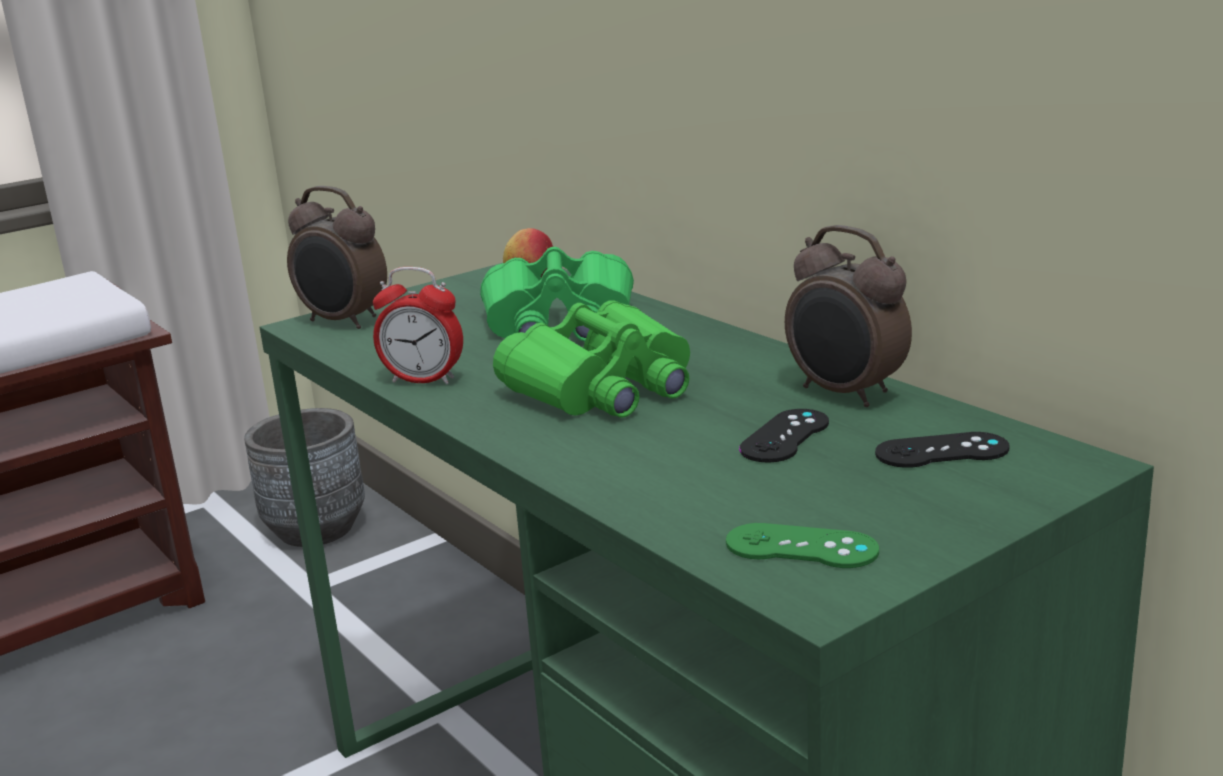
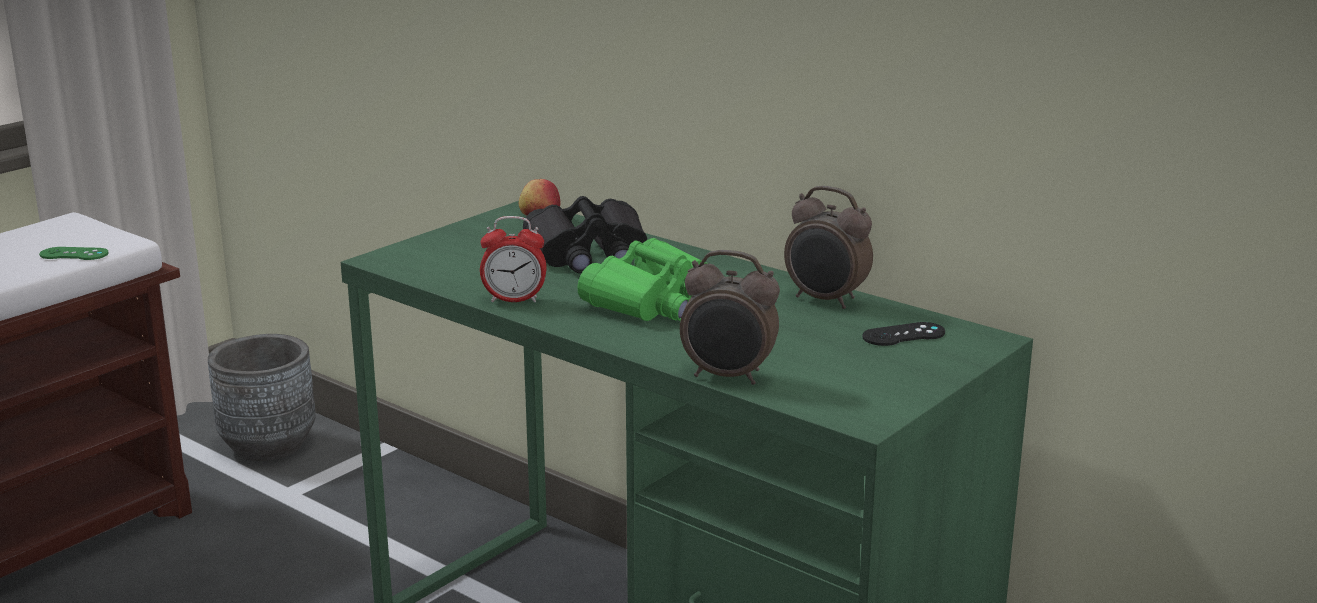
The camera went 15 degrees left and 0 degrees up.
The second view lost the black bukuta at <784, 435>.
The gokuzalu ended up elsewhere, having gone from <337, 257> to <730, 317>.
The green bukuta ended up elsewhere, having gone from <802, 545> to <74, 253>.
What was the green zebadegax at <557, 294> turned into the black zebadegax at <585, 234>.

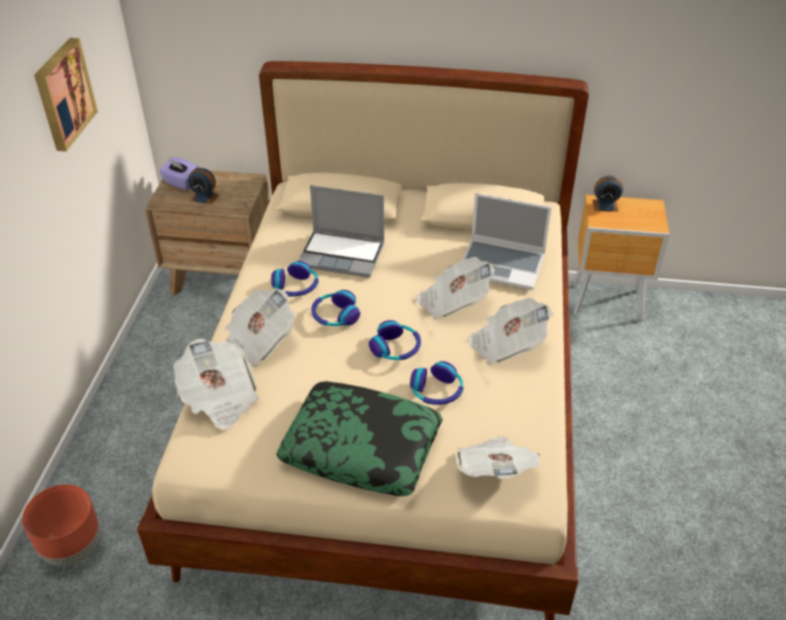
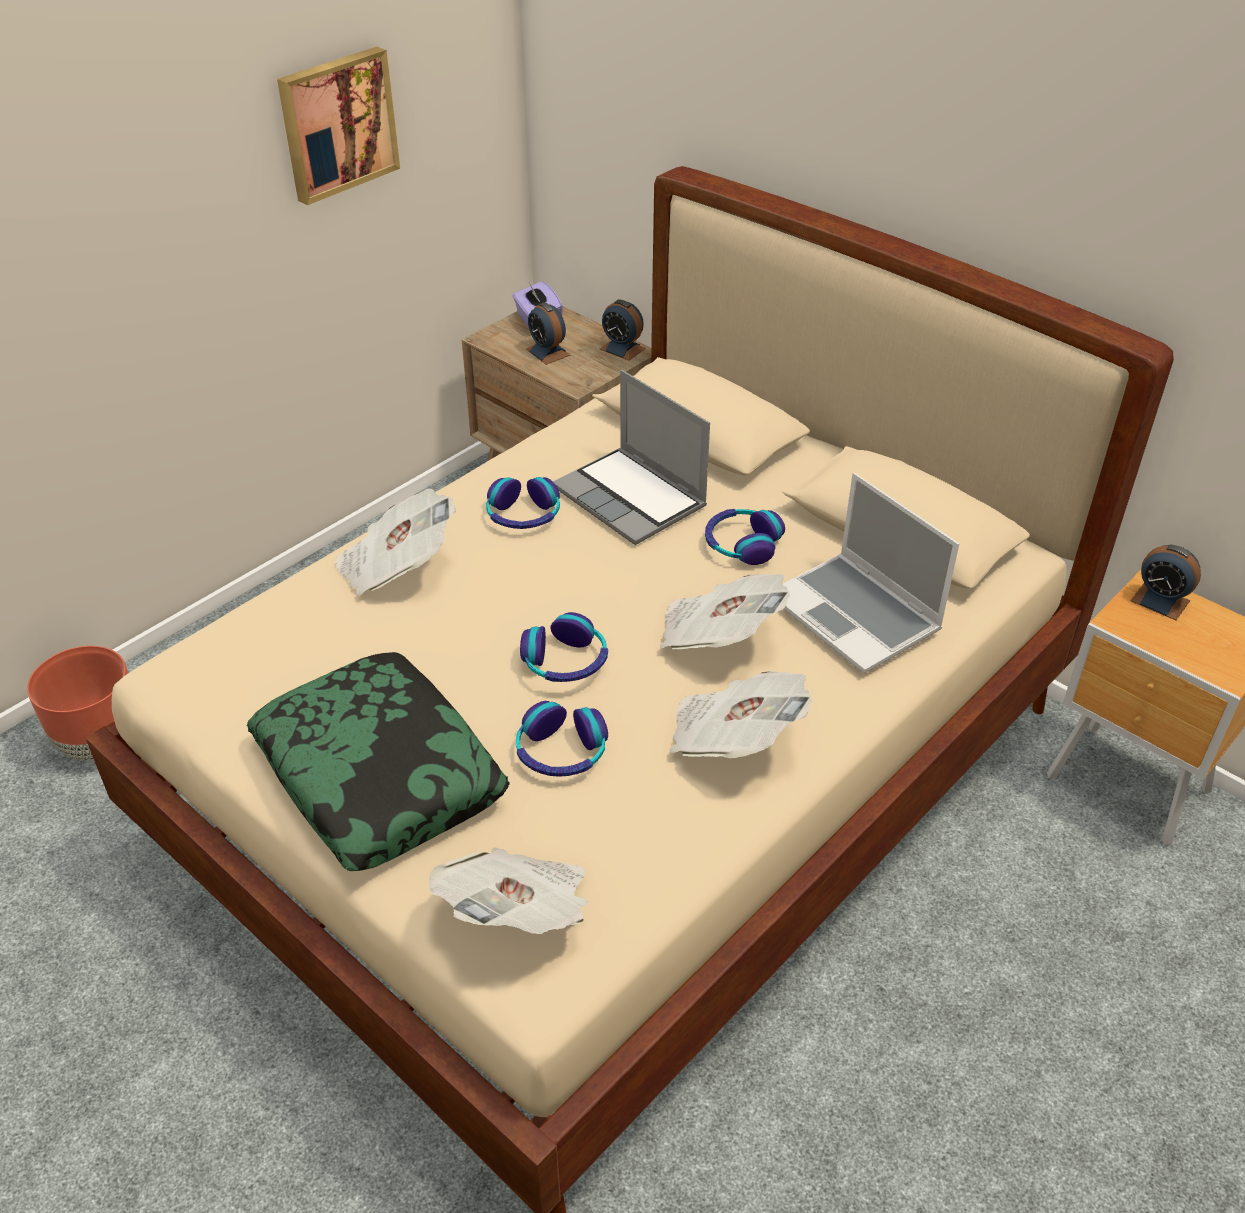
The camera went 35 degrees right and 0 degrees up.
The second view lost the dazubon at <216, 384>.
The second view gained the gokuzalu at <622, 330>.
The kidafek ended up elsewhere, having gone from <335, 308> to <745, 537>.

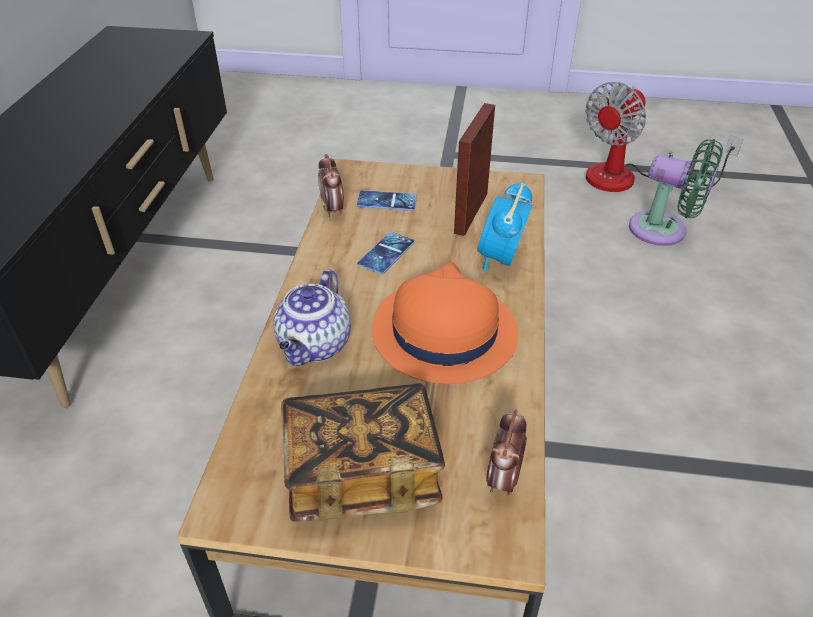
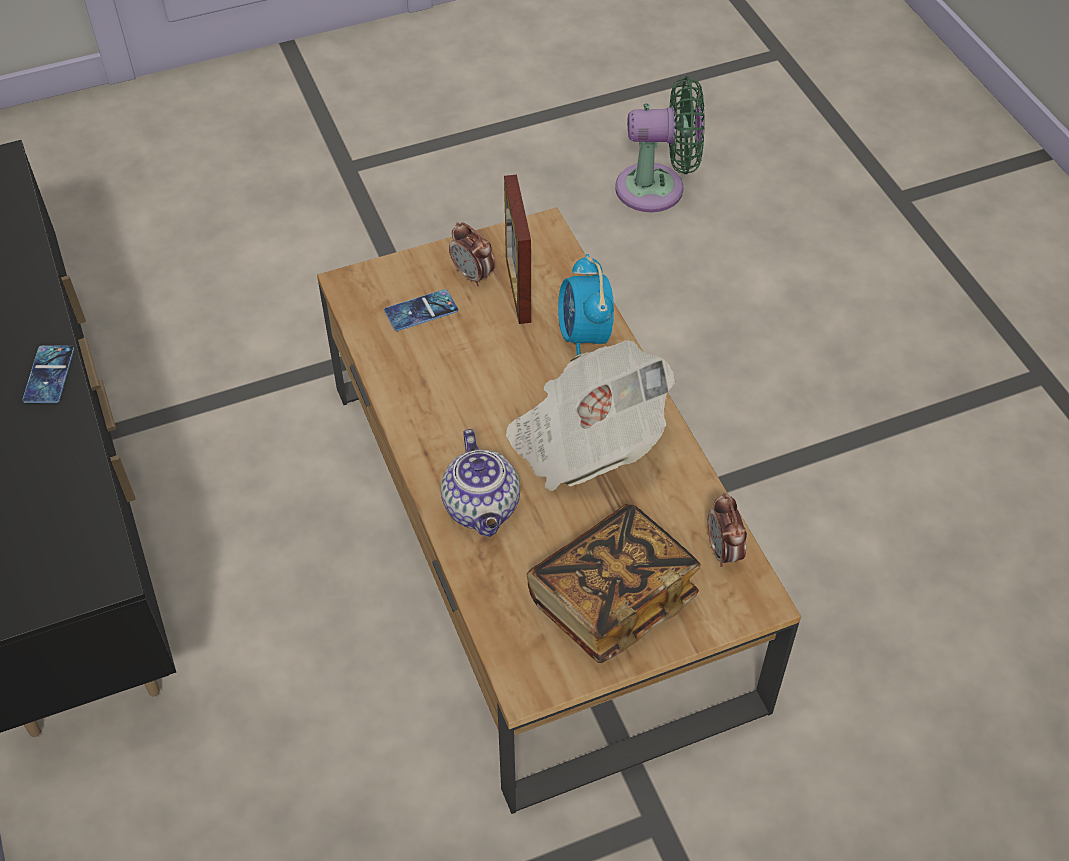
The camera went 30 degrees left and 10 degrees up.
The second view lost the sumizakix at <664, 137>.
The gokuzalu ended up elsewhere, having gone from <331, 186> to <472, 254>.
The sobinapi ended up elsewhere, having gone from <386, 253> to <48, 374>.
Where the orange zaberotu stood at <445, 323>, the dazubon came to stand at <591, 415>.

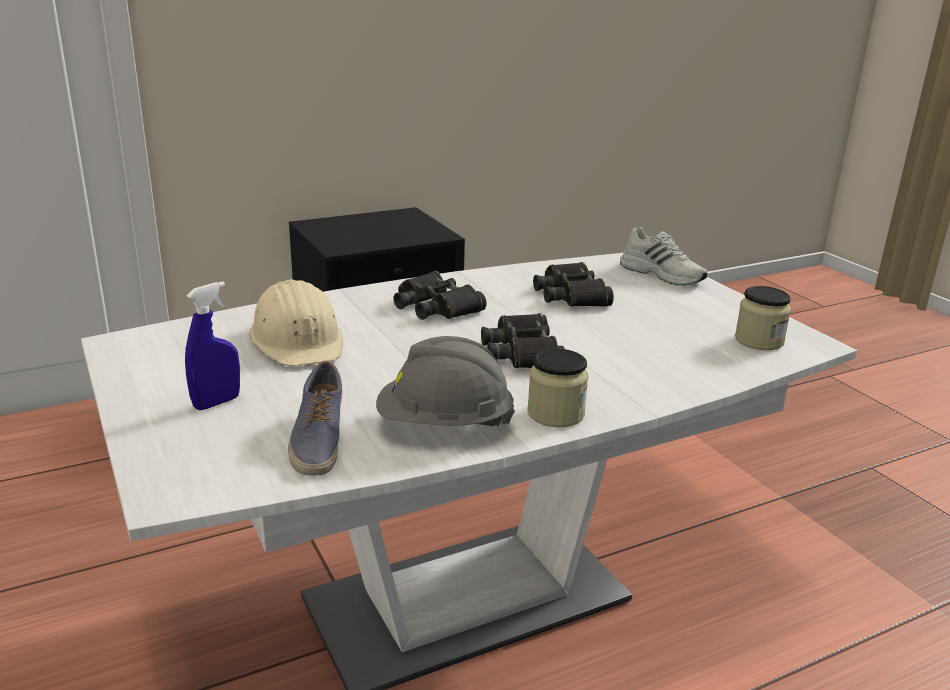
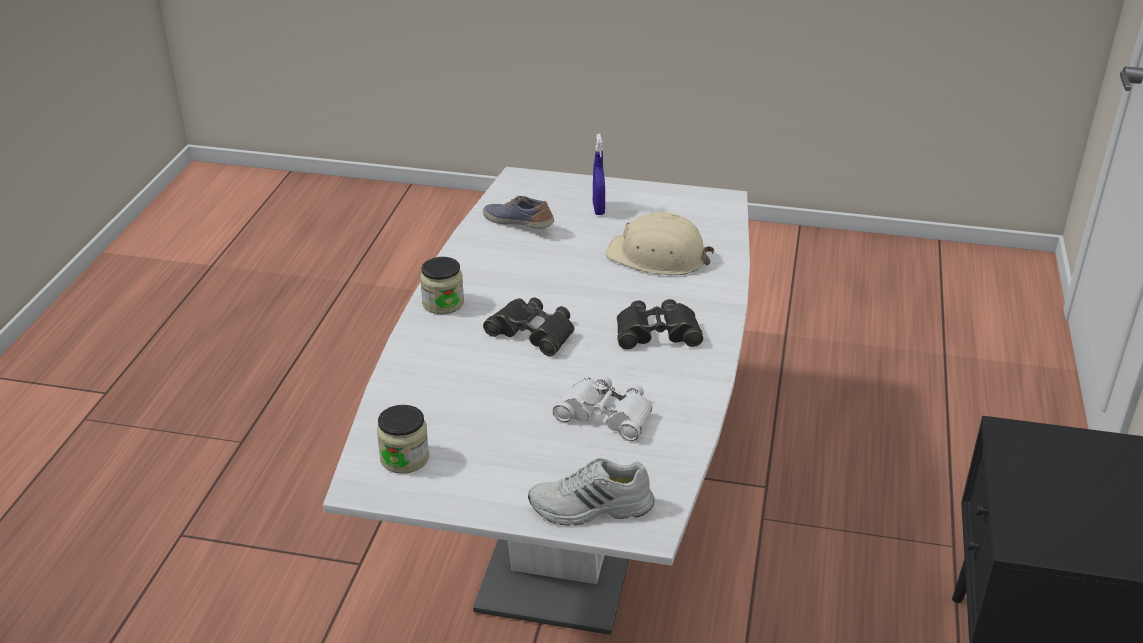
The camera went 130 degrees right and 10 degrees up.
The second view lost the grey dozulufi at <445, 381>.
What was the black zebadegax at <573, 284> turned into the white zebadegax at <603, 408>.

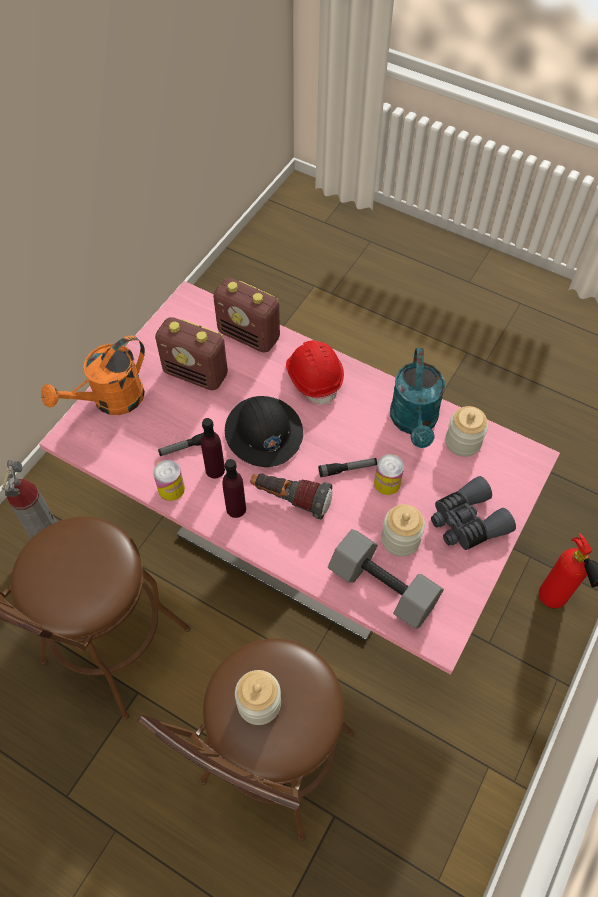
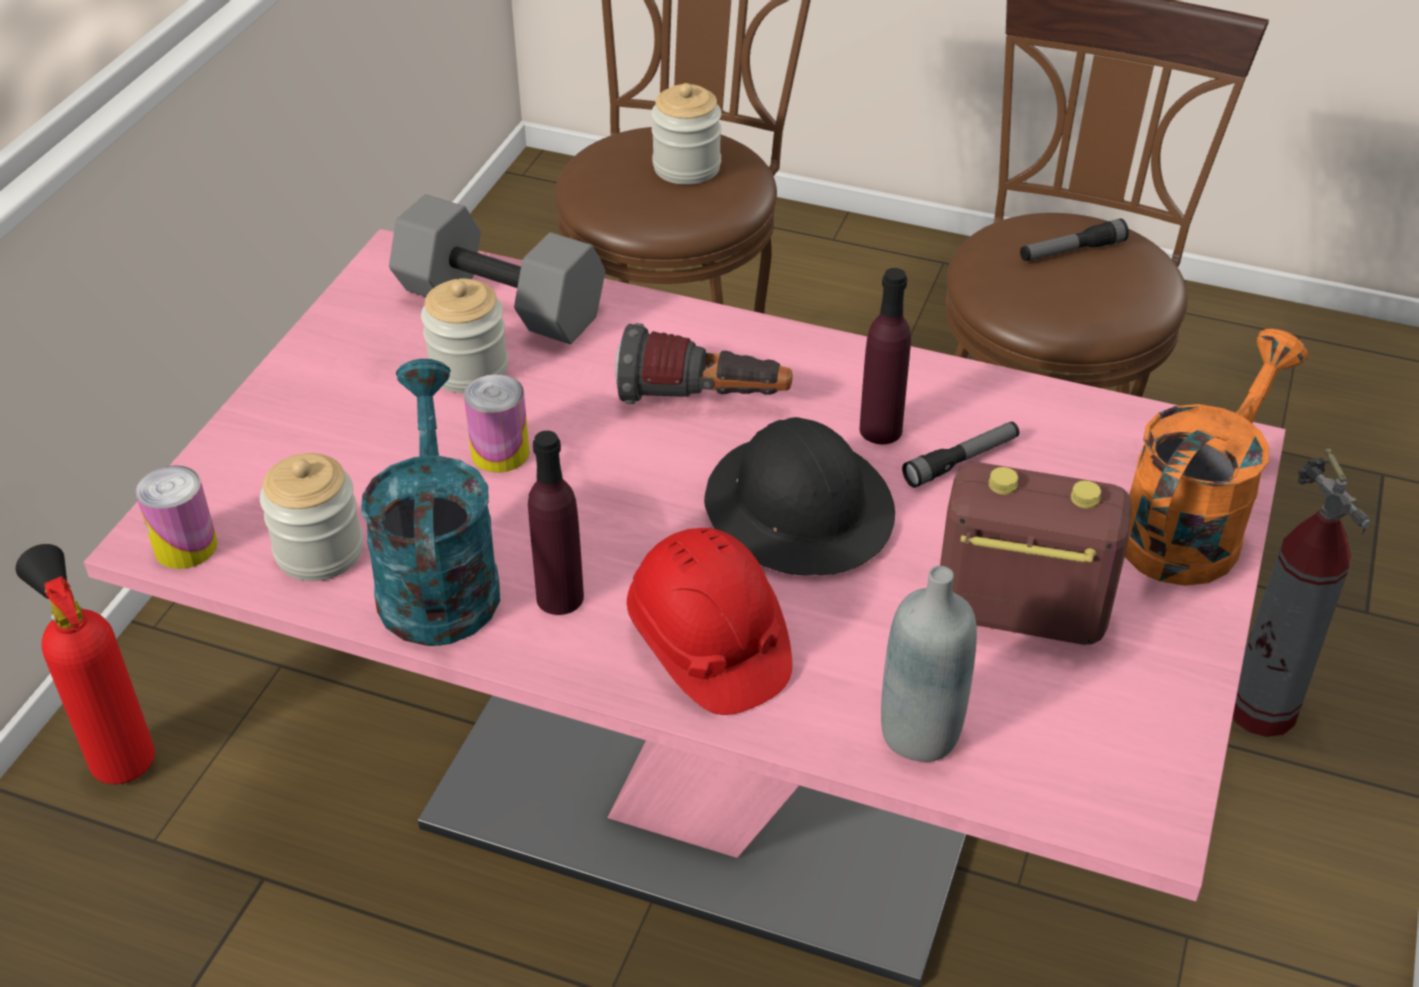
The camera went 170 degrees right and 15 degrees down.
The second view lost the grey zebadegax at <473, 513>.
The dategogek ended up elsewhere, having gone from <169, 480> to <176, 517>.
The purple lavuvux ended up elsewhere, having gone from <234, 488> to <556, 523>.
The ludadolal ended up elsewhere, having gone from <347, 467> to <1074, 239>.
Where the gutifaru stood at <246, 315>, the grey lavuvux came to stand at <929, 664>.

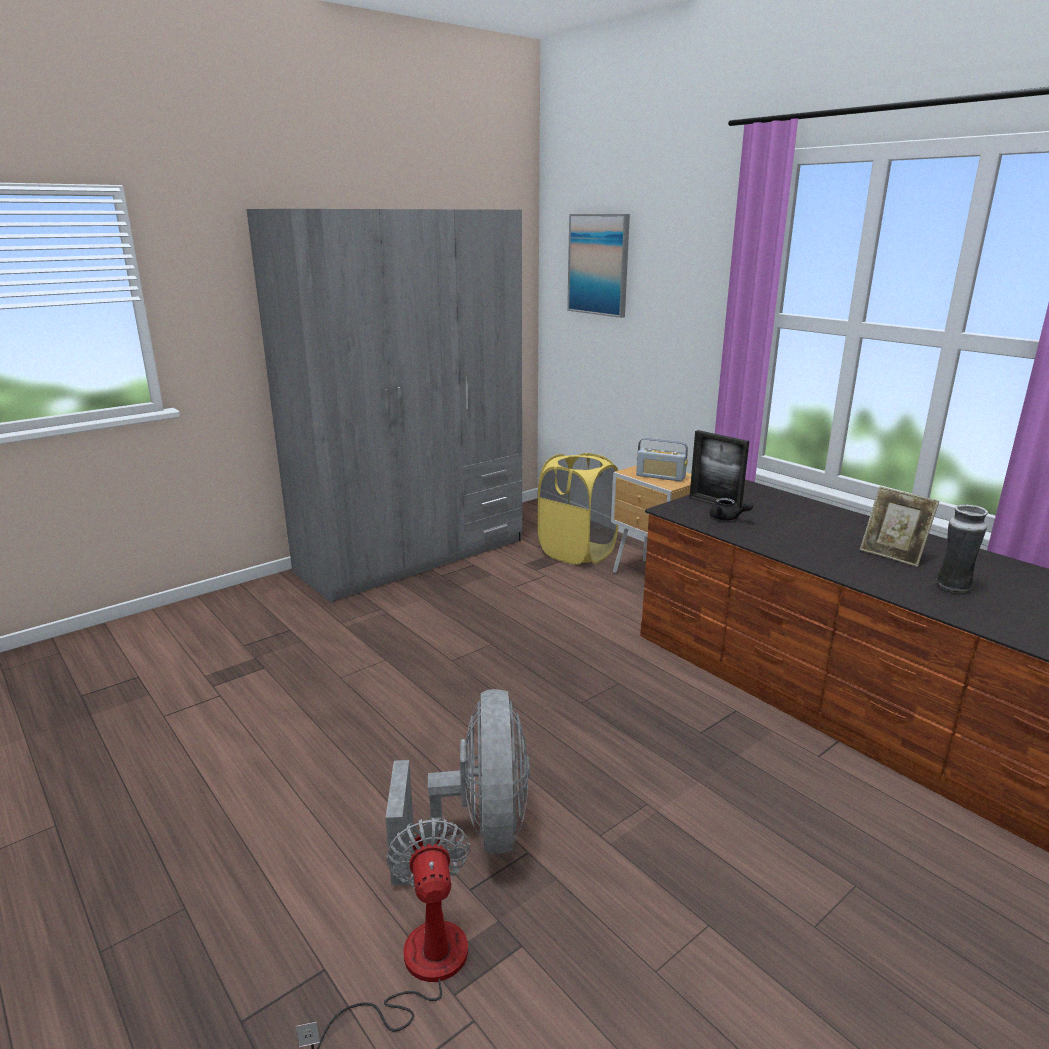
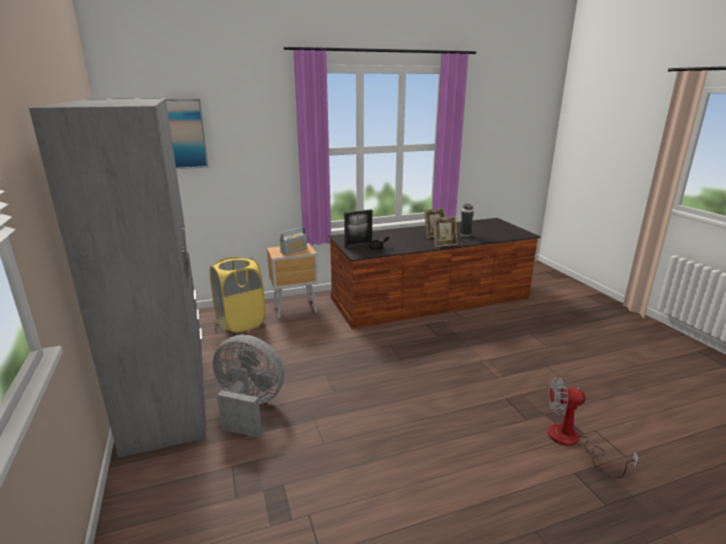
The camera went 70 degrees left and 0 degrees up.
The second view gained the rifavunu at <445, 231>.
The grey sumizakix ended up elsewhere, having gone from <457, 787> to <248, 386>.

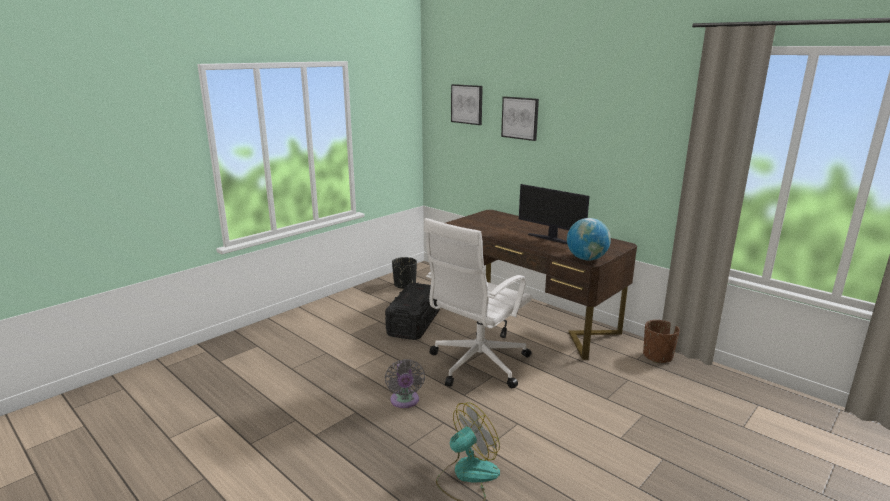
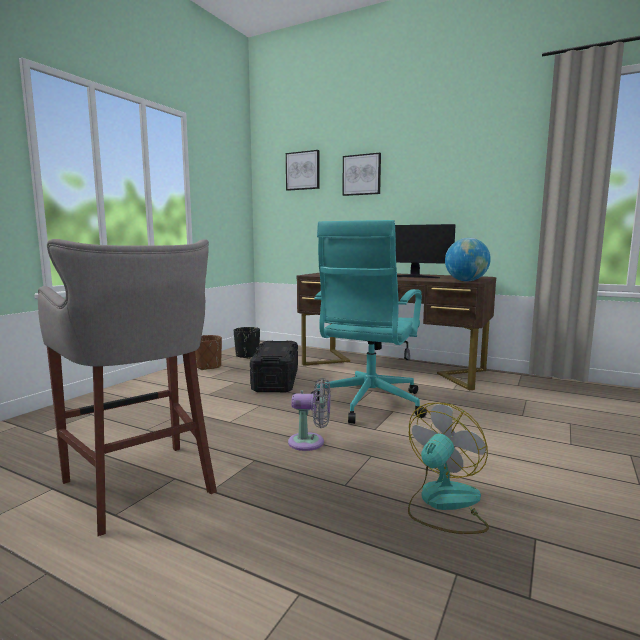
The camera went 15 degrees left and 10 degrees down.
The second view gained the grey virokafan at <127, 387>.
The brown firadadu ended up elsewhere, having gone from <661, 341> to <208, 352>.
What was the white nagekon at <478, 303> turned into the turquoise nagekon at <368, 322>.
The grey sumizakix at <405, 383> ended up facing another way, 60 degrees counterclockwise from before.

